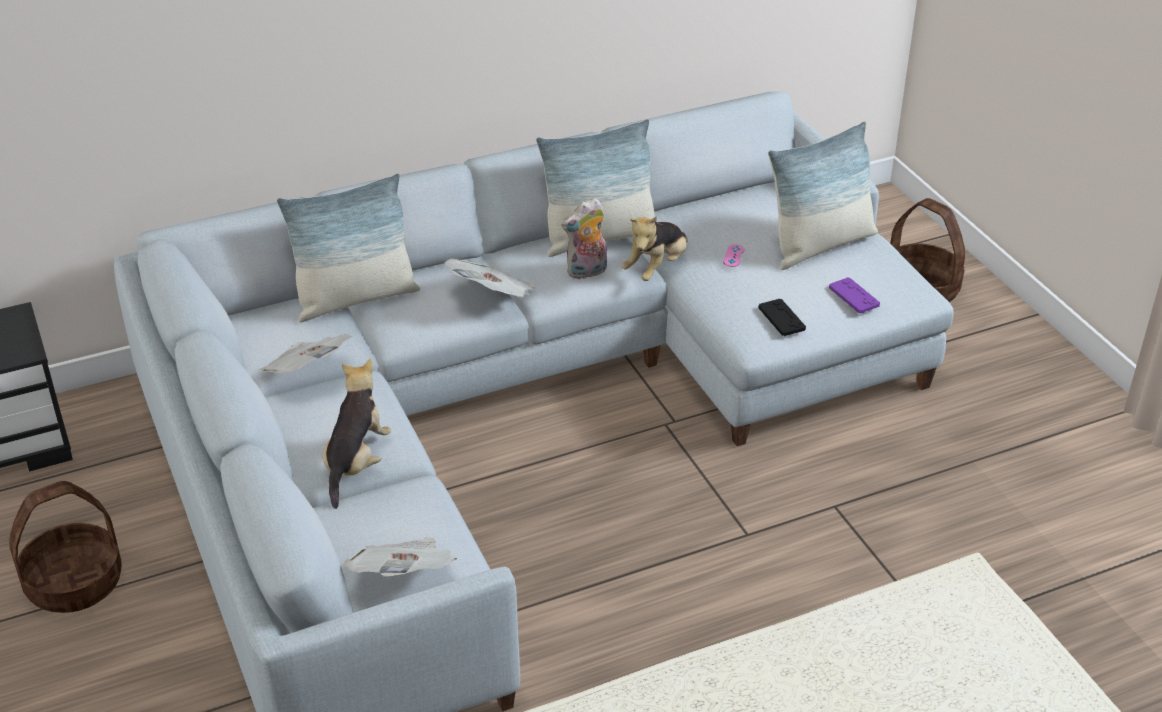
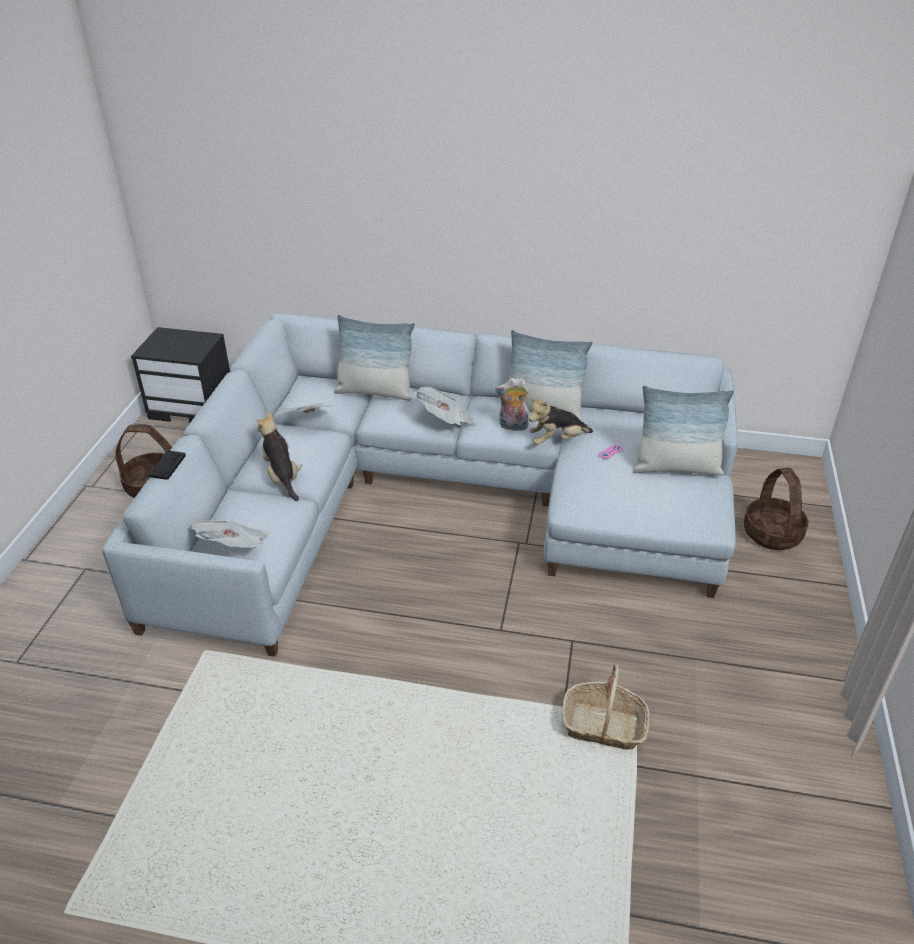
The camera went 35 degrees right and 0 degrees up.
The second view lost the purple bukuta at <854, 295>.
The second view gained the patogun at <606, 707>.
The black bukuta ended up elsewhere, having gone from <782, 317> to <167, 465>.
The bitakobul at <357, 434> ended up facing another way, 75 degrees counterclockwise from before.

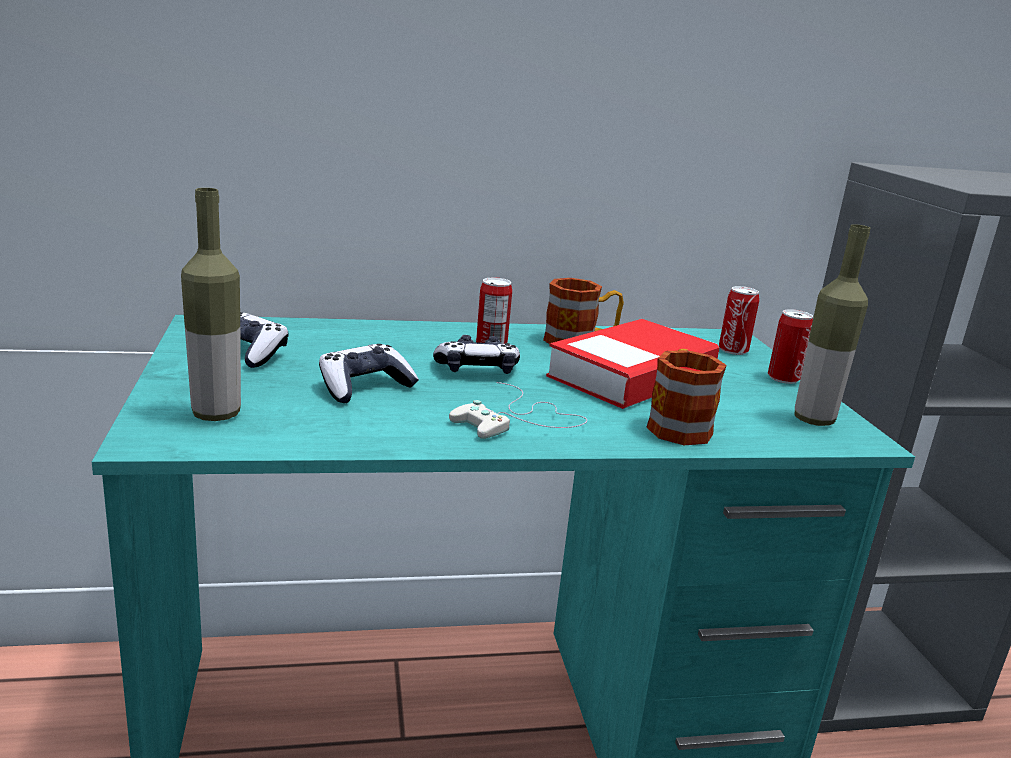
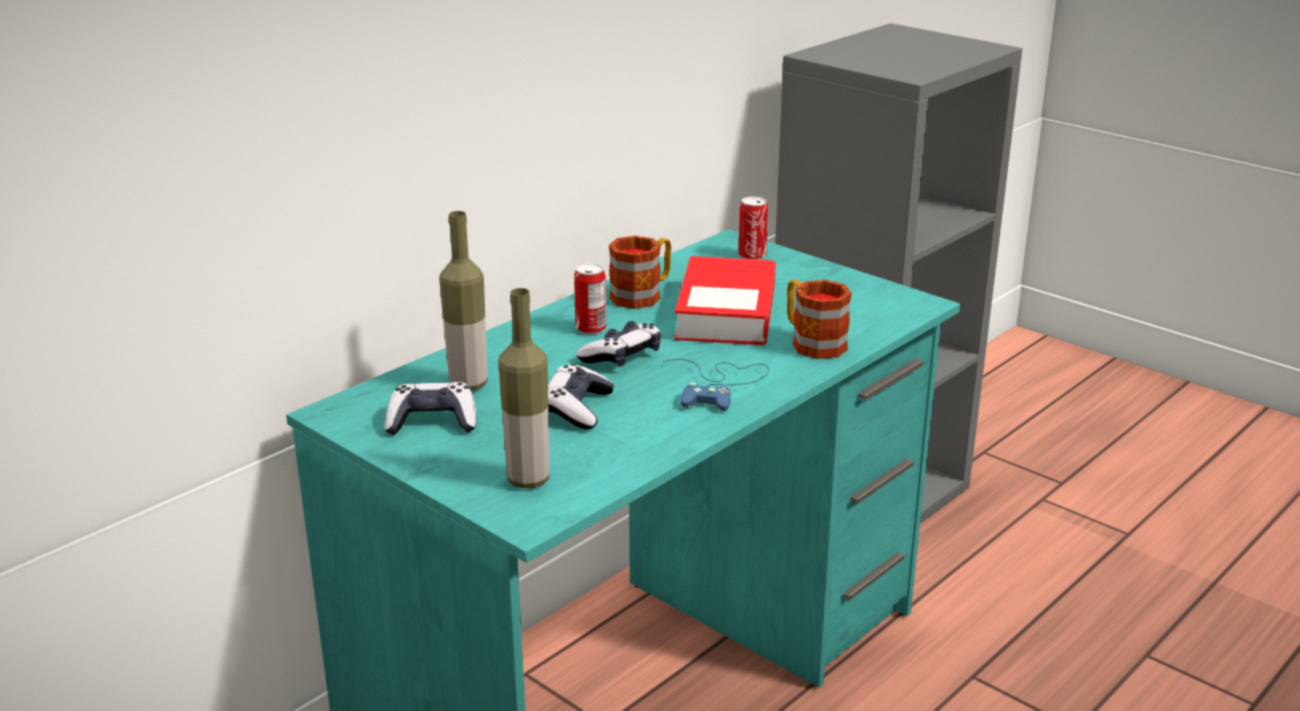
The camera went 35 degrees left and 5 degrees up.
The second view lost the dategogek at <790, 346>.
The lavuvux ended up elsewhere, having gone from <832, 325> to <463, 301>.
What was the white bukuta at <518, 410> turned into the blue bukuta at <715, 385>.

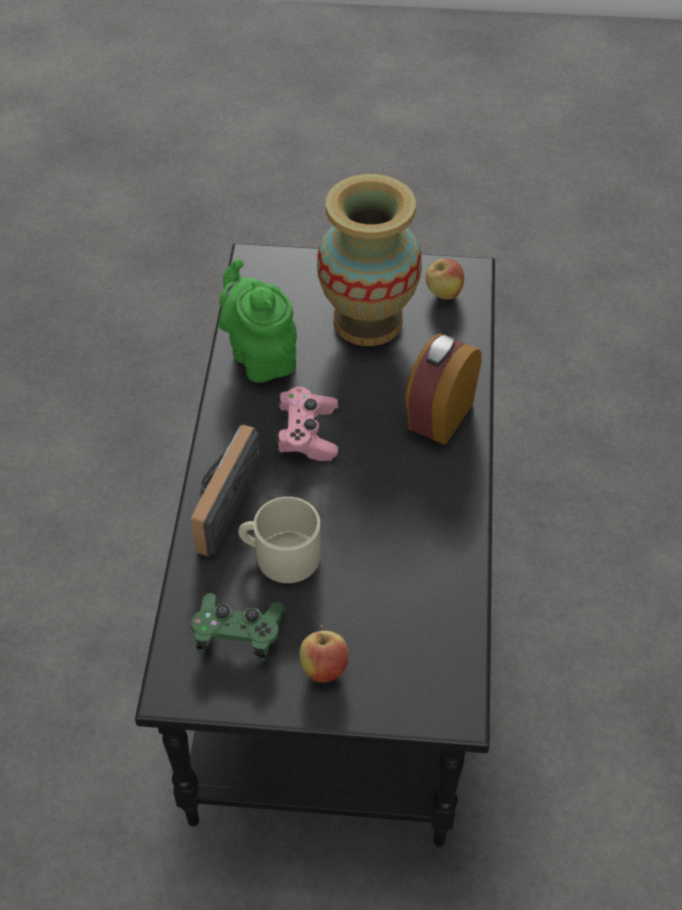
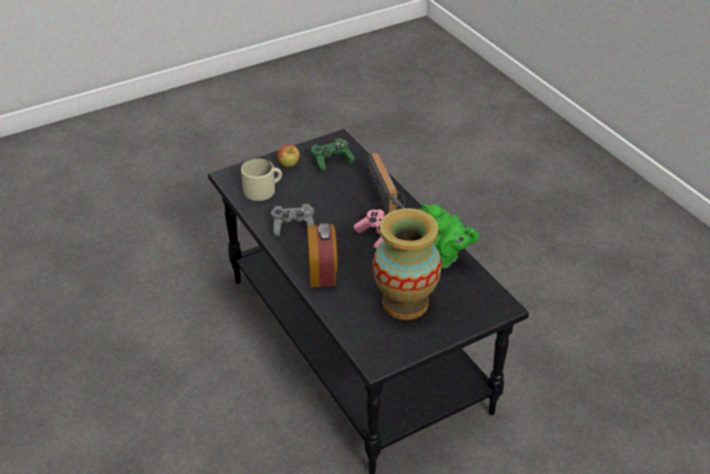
The camera went 145 degrees right and 10 degrees down.
The second view lost the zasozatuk at <445, 279>.
The second view gained the grey bukuta at <292, 220>.
The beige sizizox ended up elsewhere, having gone from <279, 540> to <261, 180>.

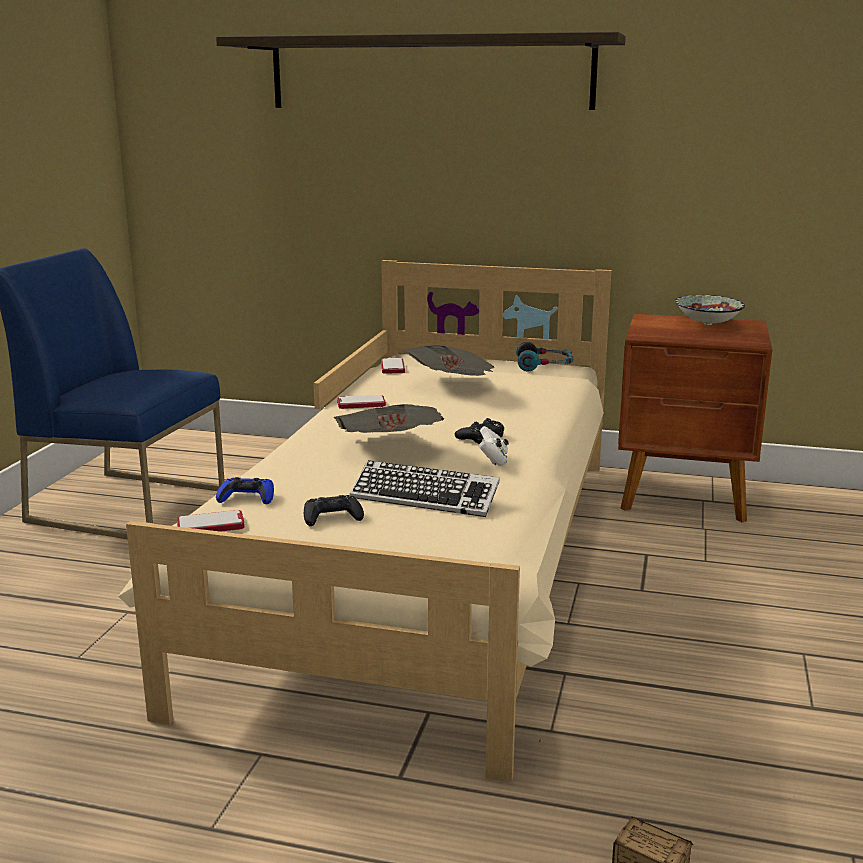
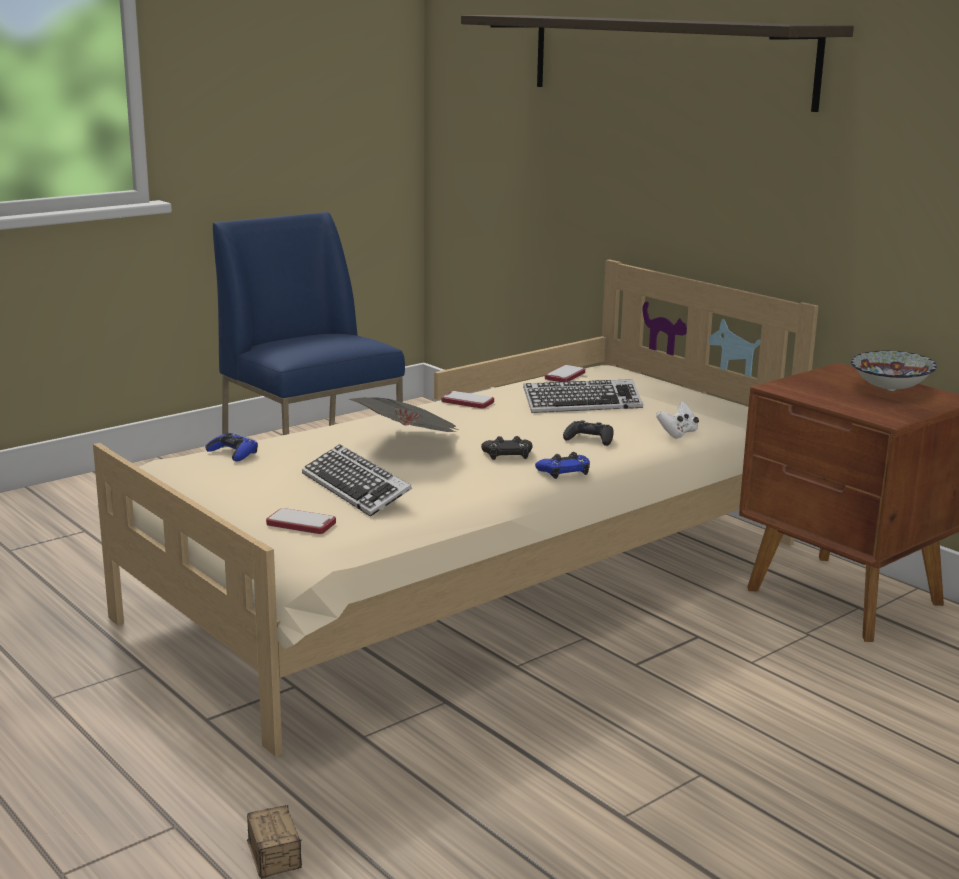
The camera went 35 degrees right and 0 degrees up.
The second view lost the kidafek at <544, 356>.
The second view gained the blue bukuta at <562, 465>.
The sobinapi ended up elsewhere, having gone from <211, 521> to <301, 521>.
The black bukuta ended up elsewhere, having gone from <334, 510> to <588, 433>.
The white bukuta ended up elsewhere, having gone from <494, 446> to <677, 420>.
Where the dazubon stood at <448, 360>, the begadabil came to stand at <583, 396>.

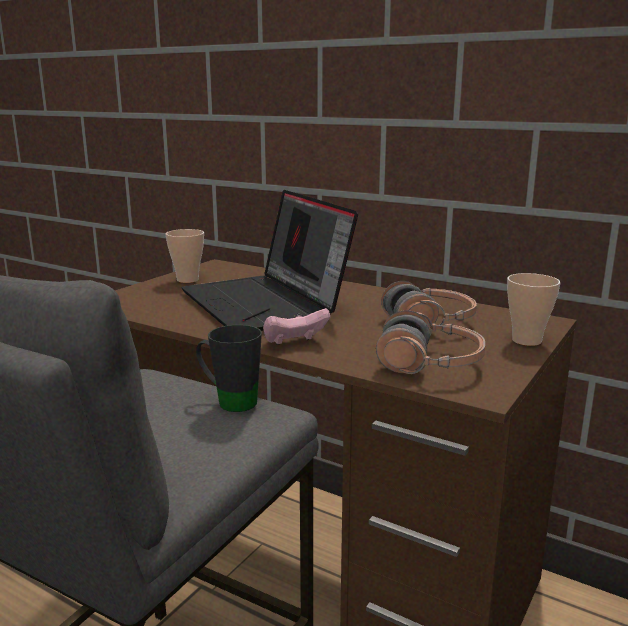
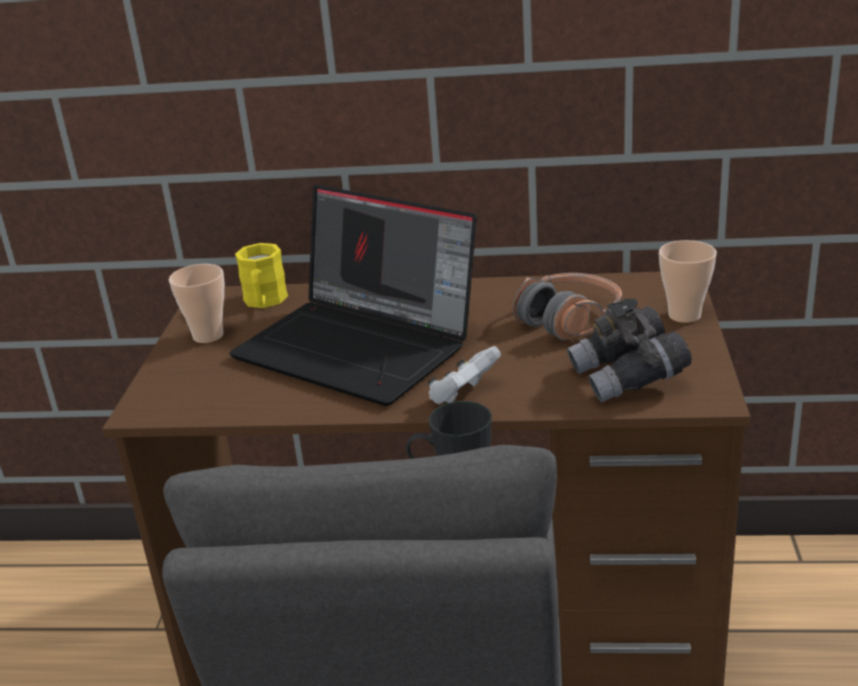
The camera went 25 degrees left and 10 degrees up.
The second view gained the yellow sizizox at <261, 275>.
Where the kidafek stood at <430, 342>, the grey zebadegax came to stand at <629, 350>.
What was the pink bukuta at <296, 326> turned into the white bukuta at <464, 375>.

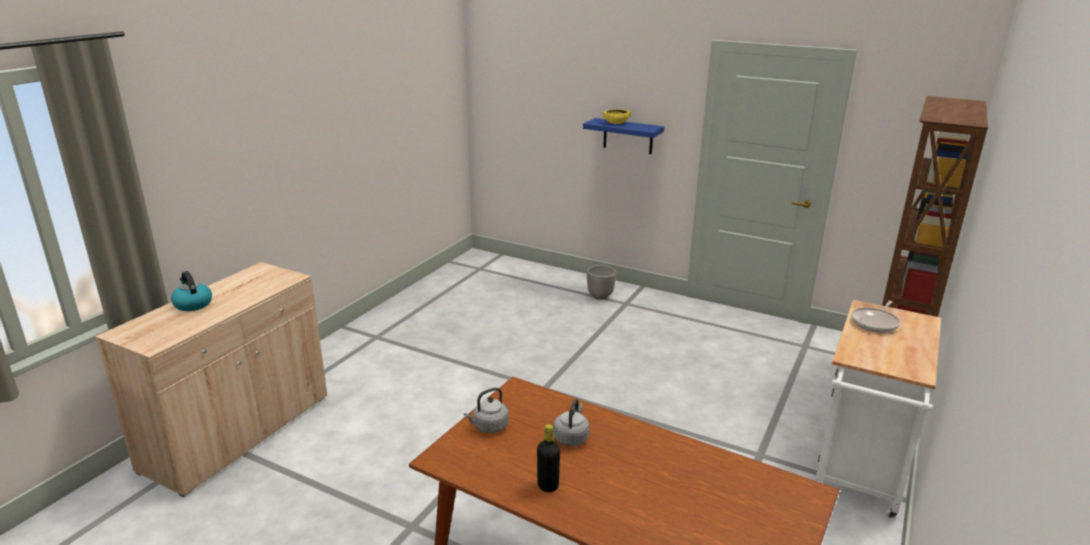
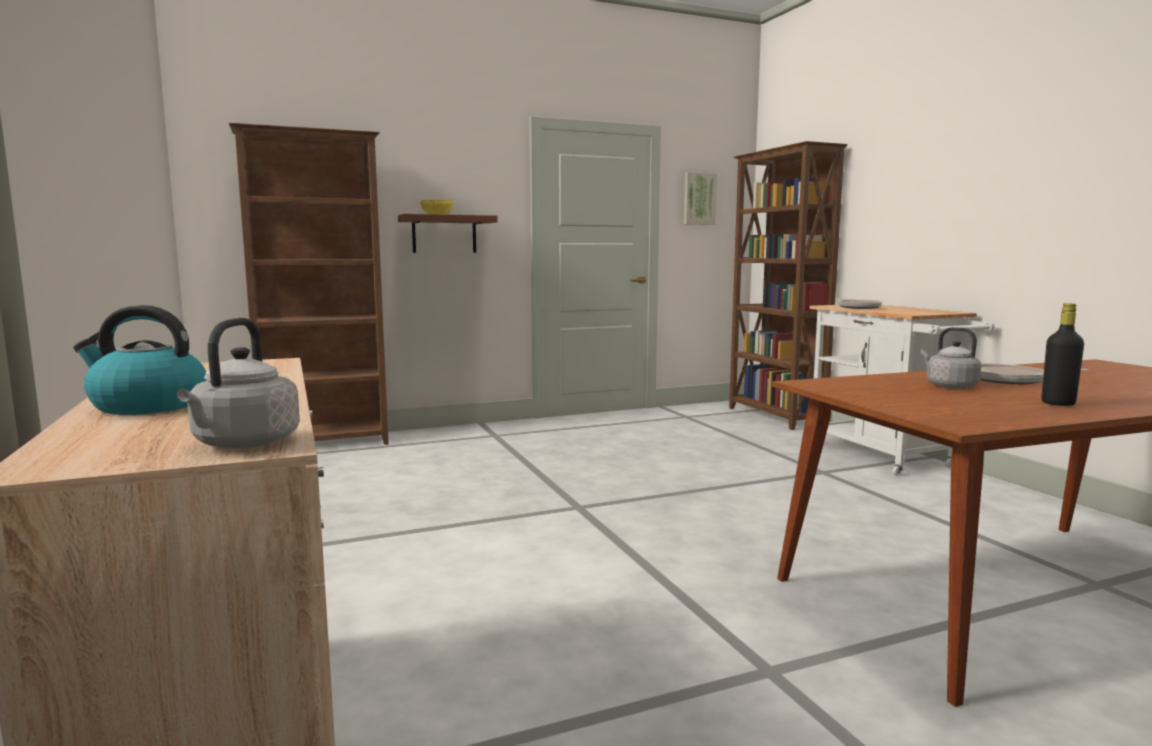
The camera went 50 degrees left and 15 degrees down.
The second view lost the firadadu at <601, 282>.
The second view gained the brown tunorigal at <309, 284>.
The second view gained the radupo at <700, 198>.
The second view gained the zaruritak at <1034, 373>.
The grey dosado ended up elsewhere, having gone from <486, 410> to <238, 383>.
What was the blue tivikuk at <623, 136> turned into the brown tivikuk at <448, 233>.

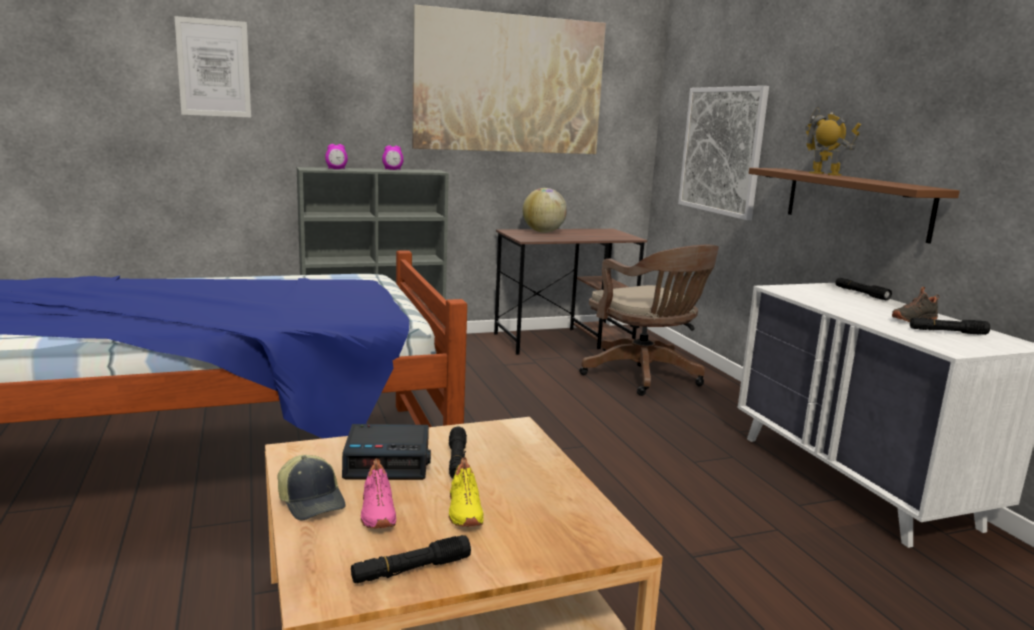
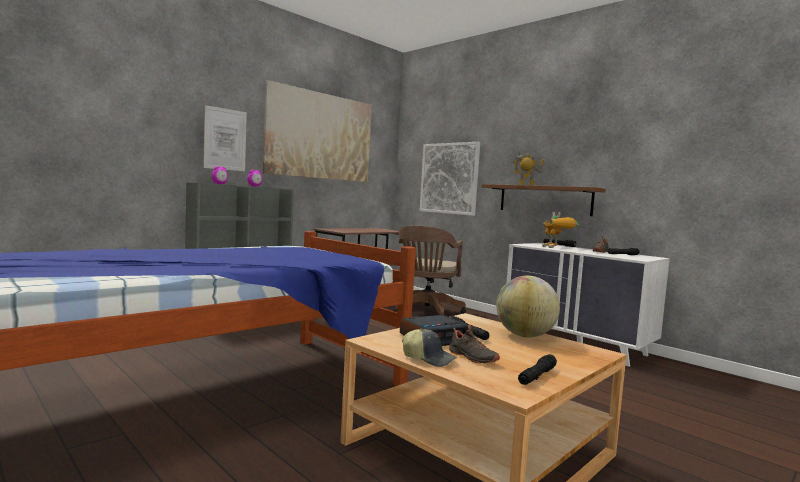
The camera went 25 degrees left and 10 degrees down.
The second view lost the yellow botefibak at <466, 492>.
The second view gained the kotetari at <560, 230>.
The radupo ended up elsewhere, having gone from <212, 66> to <225, 138>.
The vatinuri ended up elsewhere, having gone from <544, 210> to <528, 307>.
What was the pink botefibak at <378, 493> turned into the black botefibak at <474, 344>.
The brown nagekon at <649, 320> ended up facing another way, 75 degrees clockwise from before.

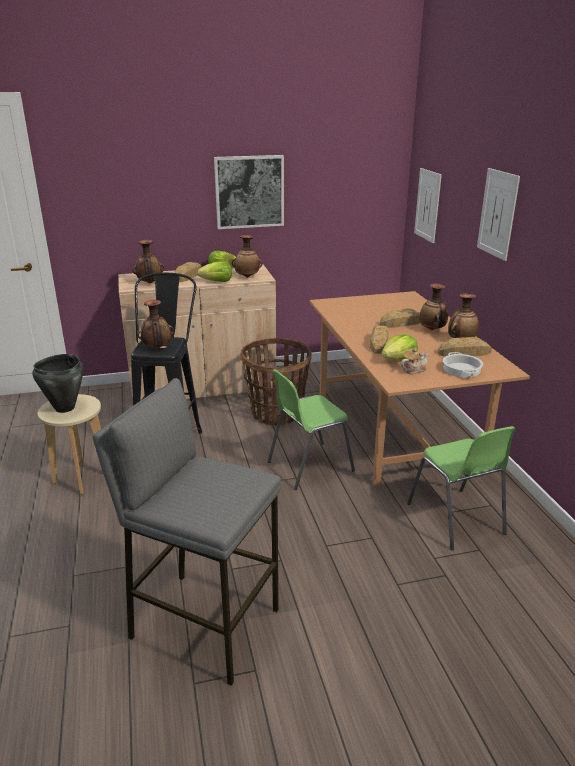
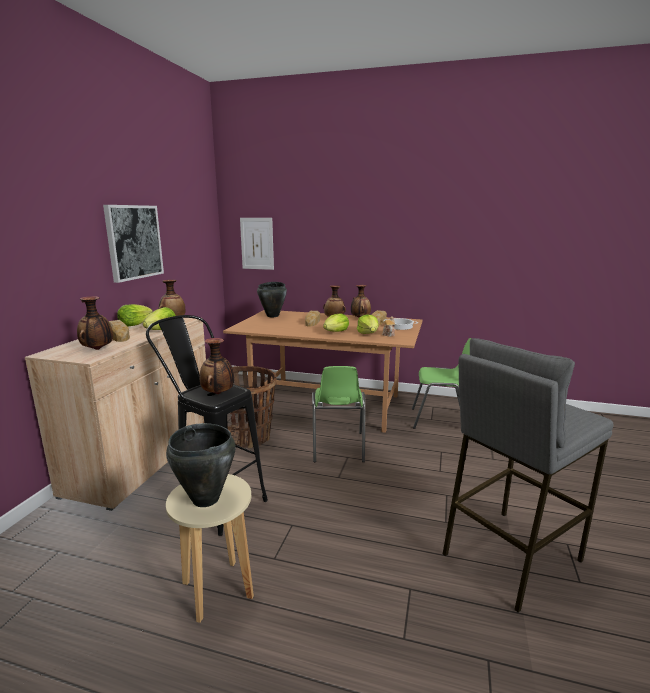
The camera went 60 degrees left and 10 degrees down.
The second view lost the radupo at <498, 214>.
The second view gained the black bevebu at <272, 299>.
Where the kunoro stood at <379, 339>, the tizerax came to stand at <336, 322>.

